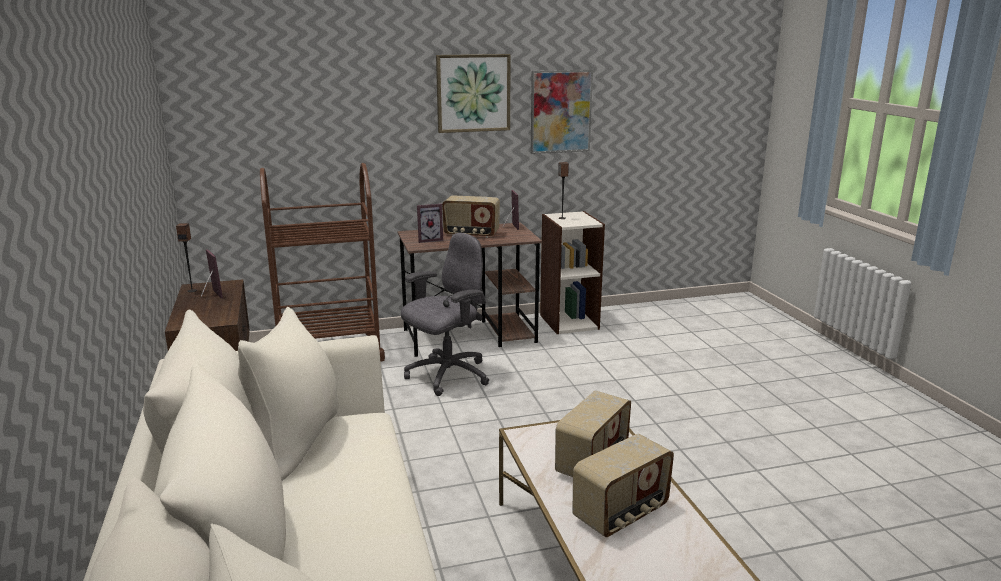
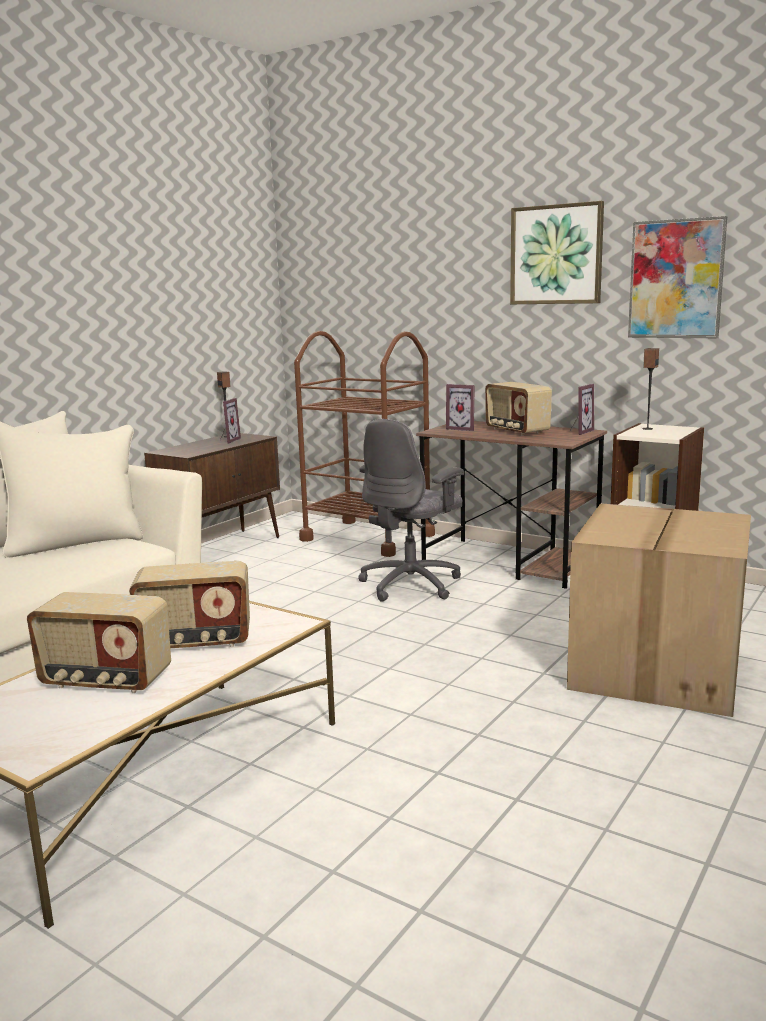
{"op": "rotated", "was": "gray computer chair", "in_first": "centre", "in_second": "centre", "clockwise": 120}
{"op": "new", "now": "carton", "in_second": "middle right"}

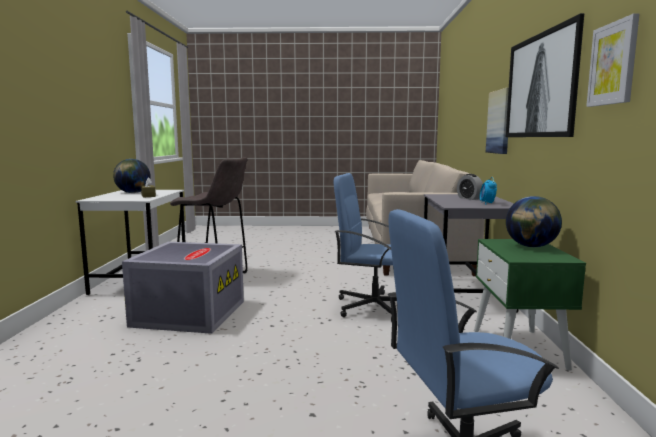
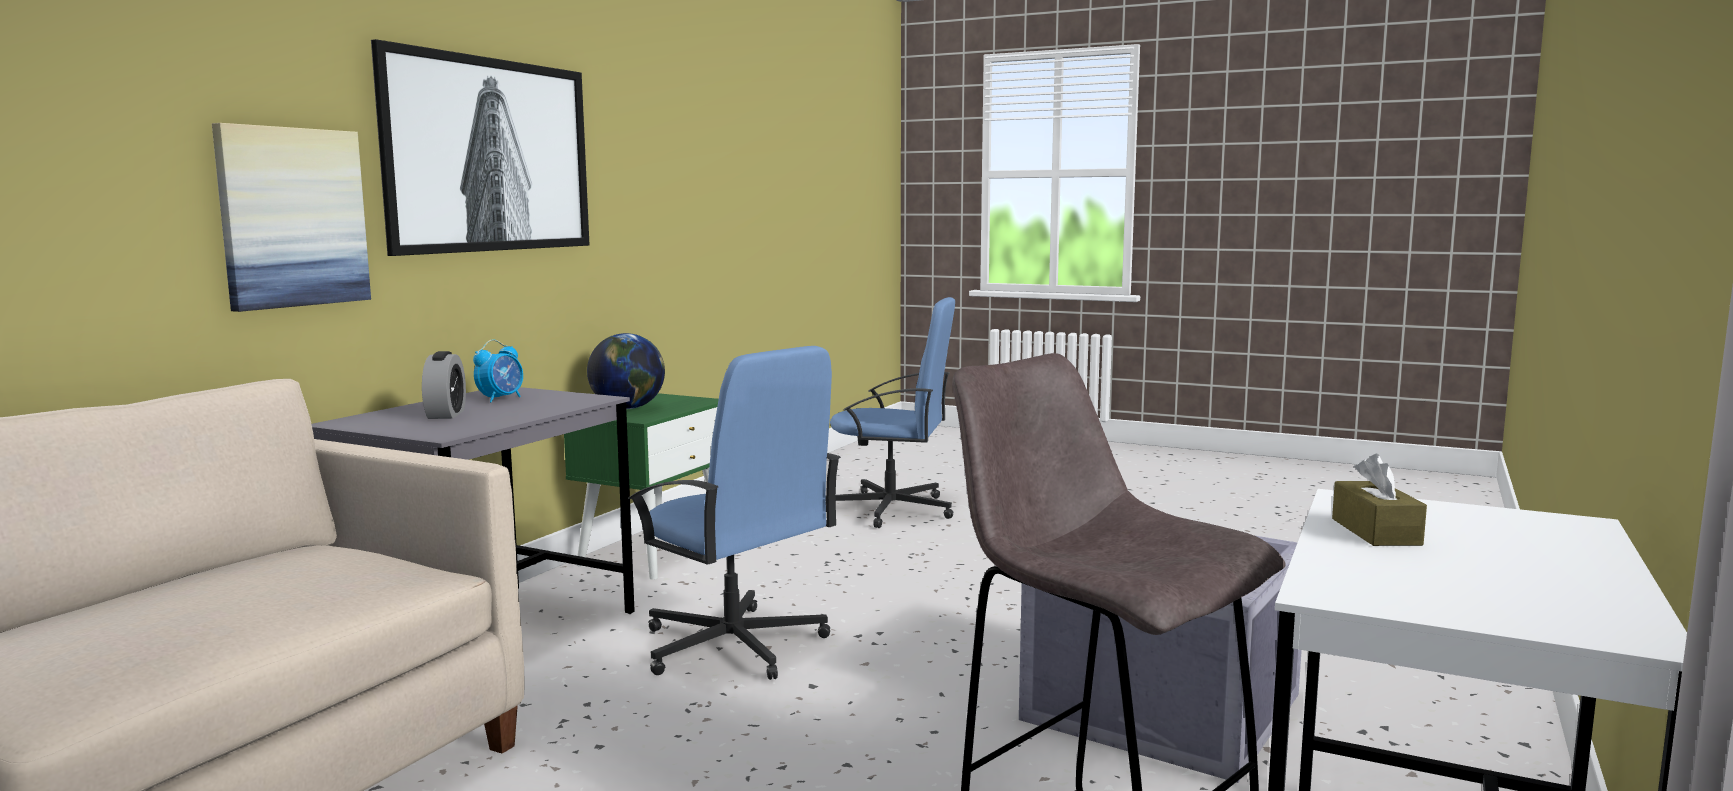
{"op": "gone", "was": "picture (no. 3 from left)", "in_first": "top right"}
{"op": "gone", "was": "globe (no. 1 from left)", "in_first": "middle left"}

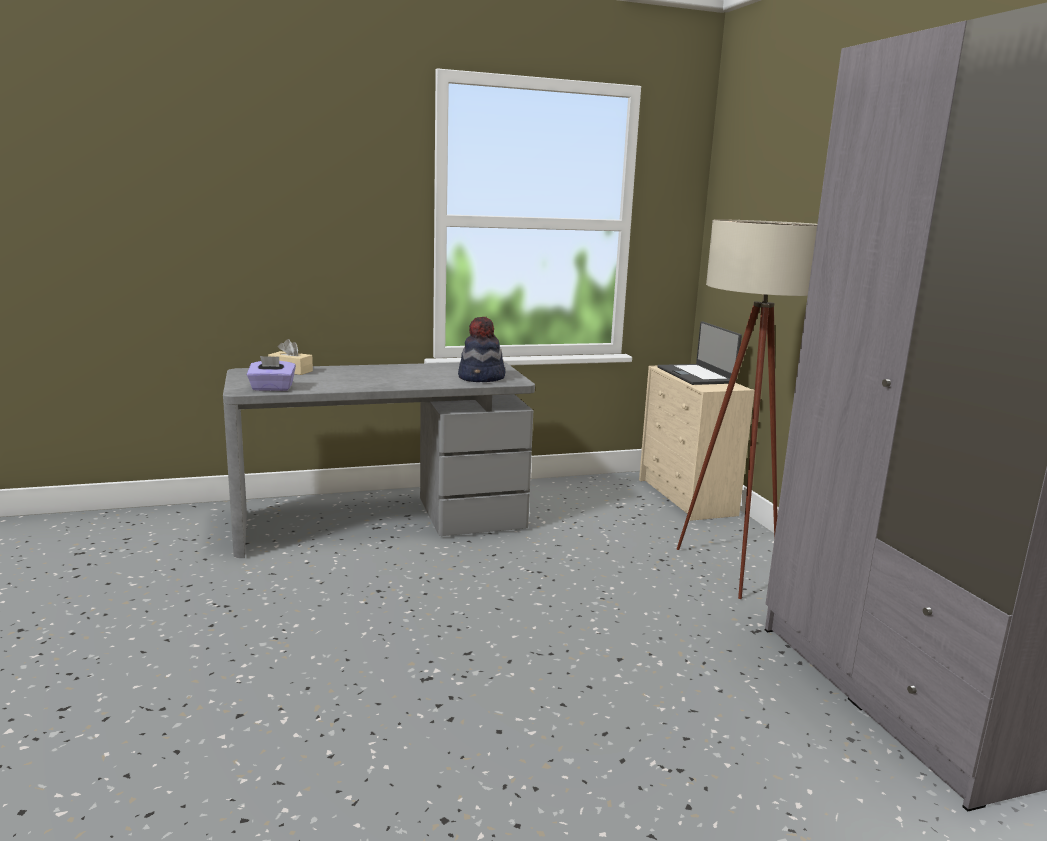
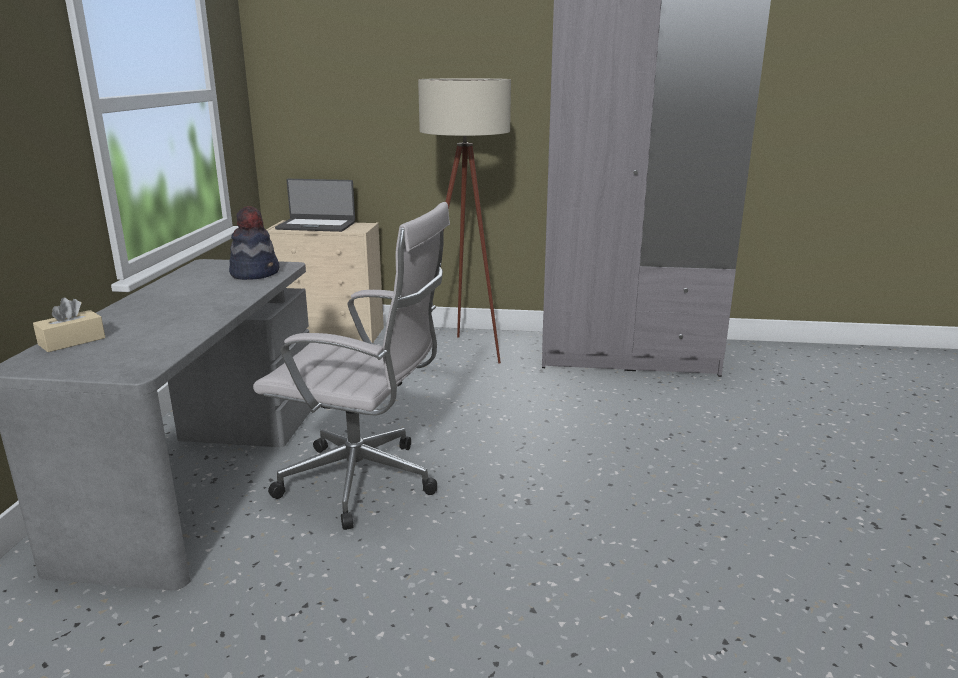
{"op": "gone", "was": "purplish tissue holder", "in_first": "middle left"}
{"op": "new", "now": "whitish computer chair", "in_second": "centre"}

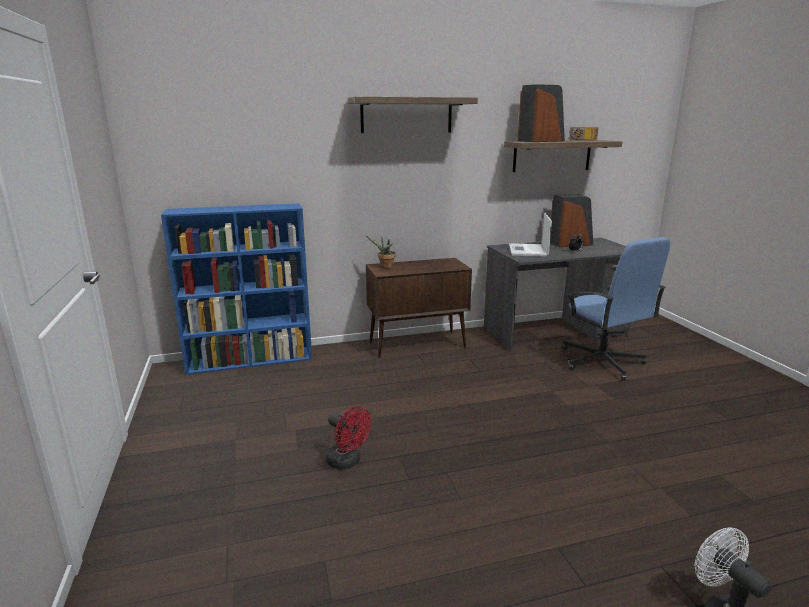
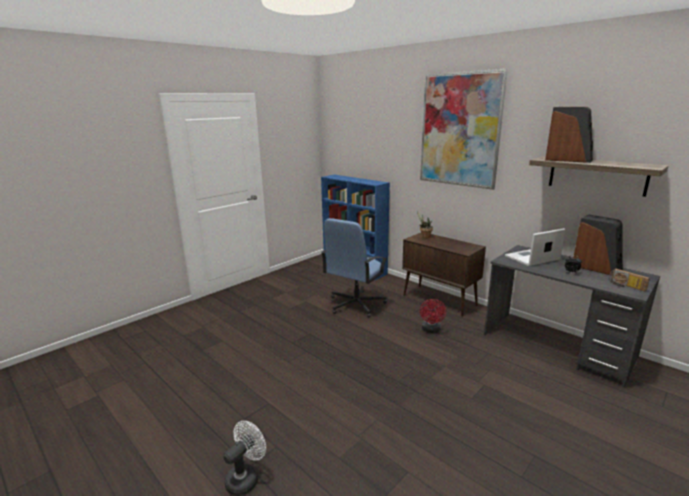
{"op": "swapped", "was": "bracket shelf (no. 1 from left)", "now": "picture", "in_first": "top centre", "in_second": "top right"}
{"op": "shifted", "was": "radio receiver", "in_first": "top right", "in_second": "middle right"}
{"op": "shifted", "was": "blue-coloured computer chair", "in_first": "middle right", "in_second": "centre"}
{"op": "shifted", "was": "red-coloured electric fan", "in_first": "bottom centre", "in_second": "centre"}

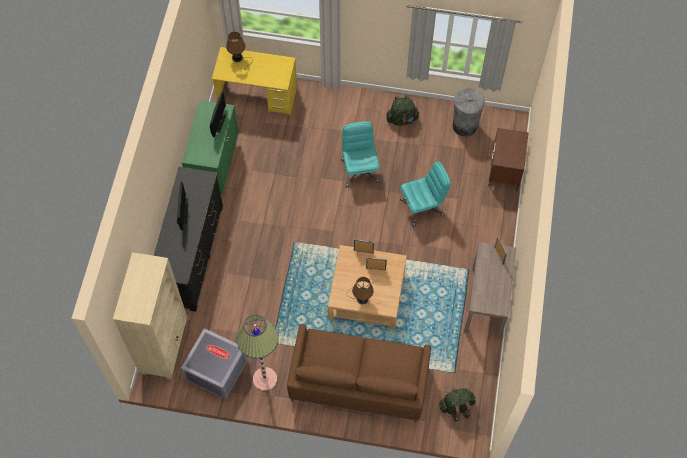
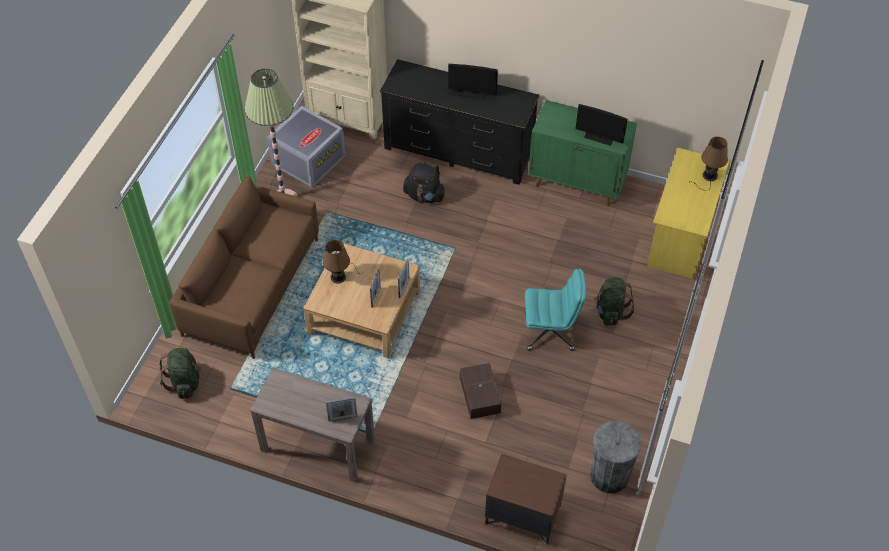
{"op": "shifted", "was": "green rucksack (no. 1 from left in the first image)", "now": "green rucksack (no. 2 from left)", "in_first": "top centre", "in_second": "middle right"}
{"op": "swapped", "was": "turquoise-coloured computer chair (no. 2 from left)", "now": "brown storage box", "in_first": "centre", "in_second": "bottom centre"}
{"op": "new", "now": "blackish rucksack", "in_second": "top centre"}

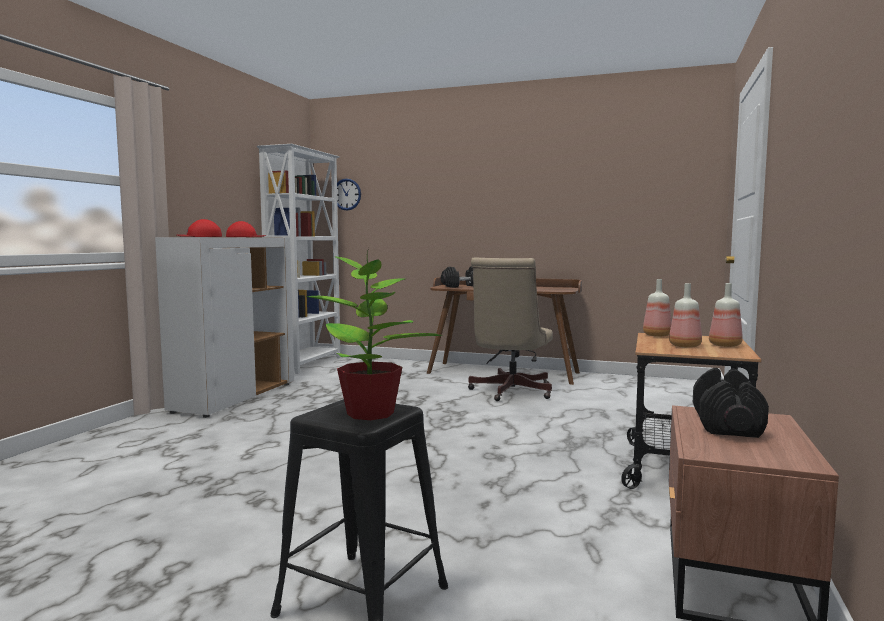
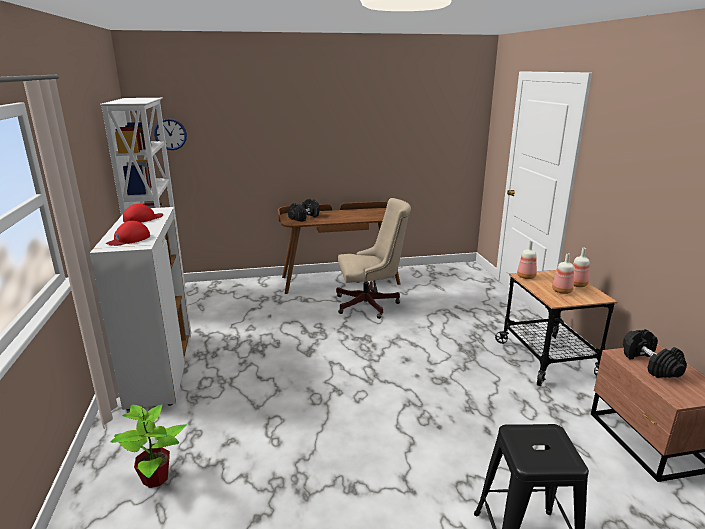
{"op": "shifted", "was": "potted plant", "in_first": "centre", "in_second": "bottom left"}
{"op": "rotated", "was": "sand-coloured computer chair", "in_first": "centre", "in_second": "centre", "clockwise": -90}

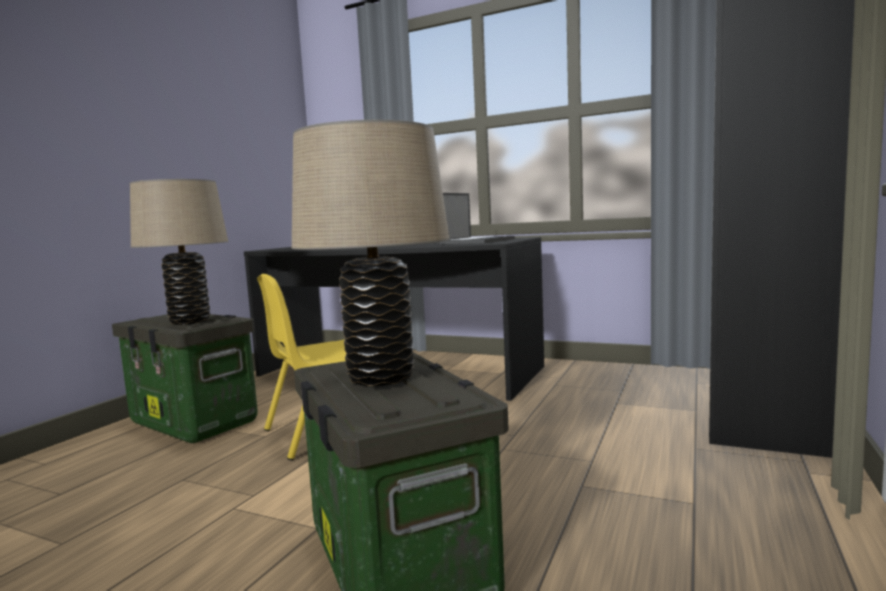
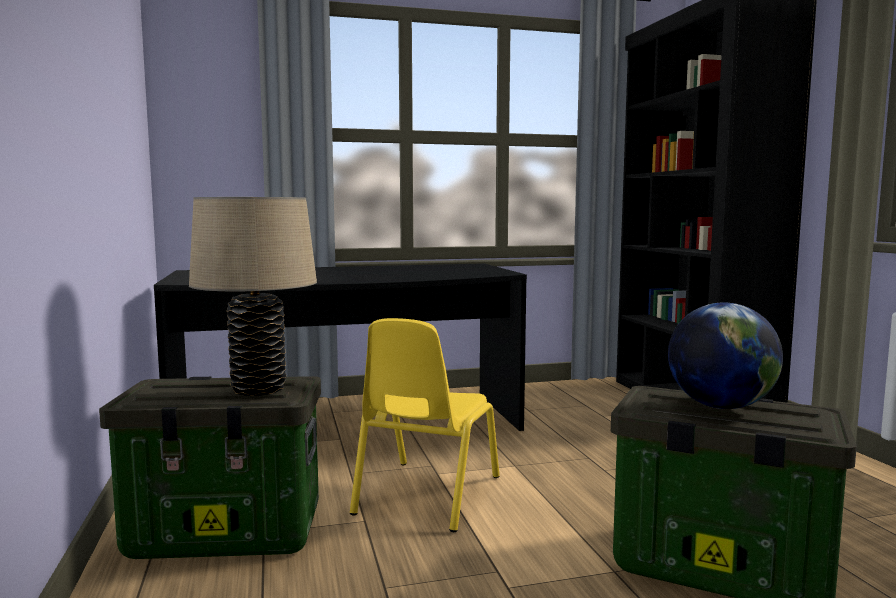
{"op": "swapped", "was": "sand-coloured lamp for a table (no. 2 from left)", "now": "globe", "in_first": "centre", "in_second": "middle right"}
{"op": "gone", "was": "portable computer", "in_first": "centre"}

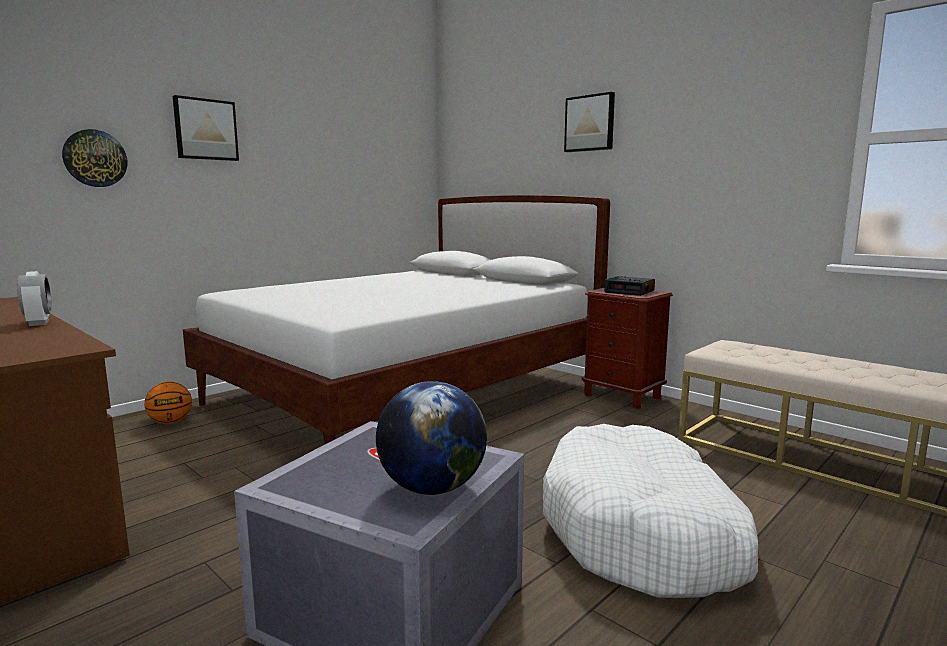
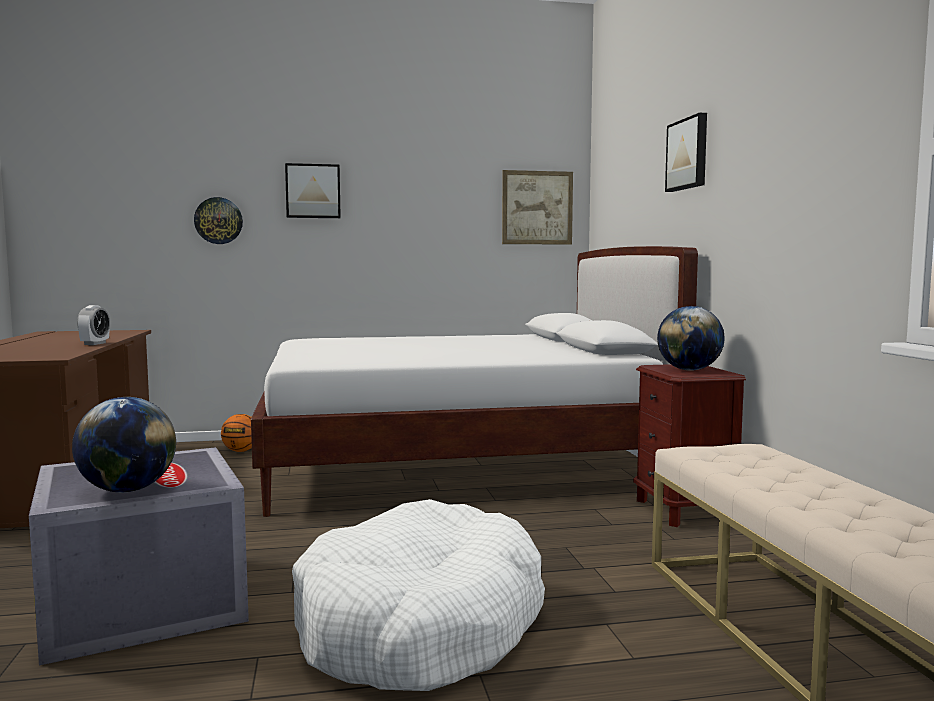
{"op": "swapped", "was": "bedside clock (no. 2 from left)", "now": "globe (no. 2 from left)", "in_first": "centre", "in_second": "middle right"}
{"op": "new", "now": "picture (no. 2 from left)", "in_second": "top centre"}

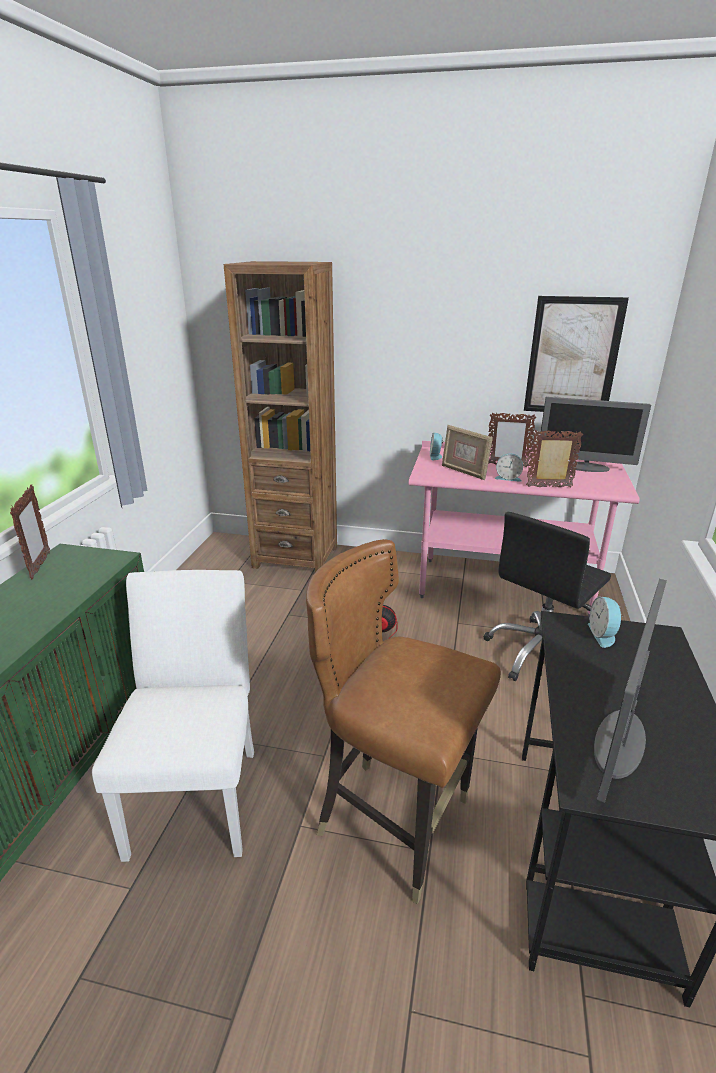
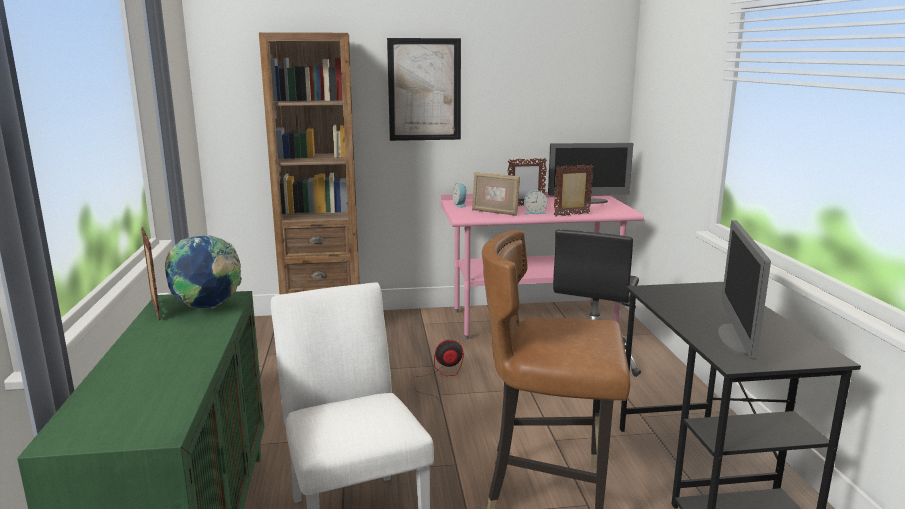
{"op": "shifted", "was": "picture", "in_first": "top right", "in_second": "top centre"}
{"op": "gone", "was": "bedside clock (no. 3 from left)", "in_first": "middle right"}
{"op": "new", "now": "globe", "in_second": "middle left"}

